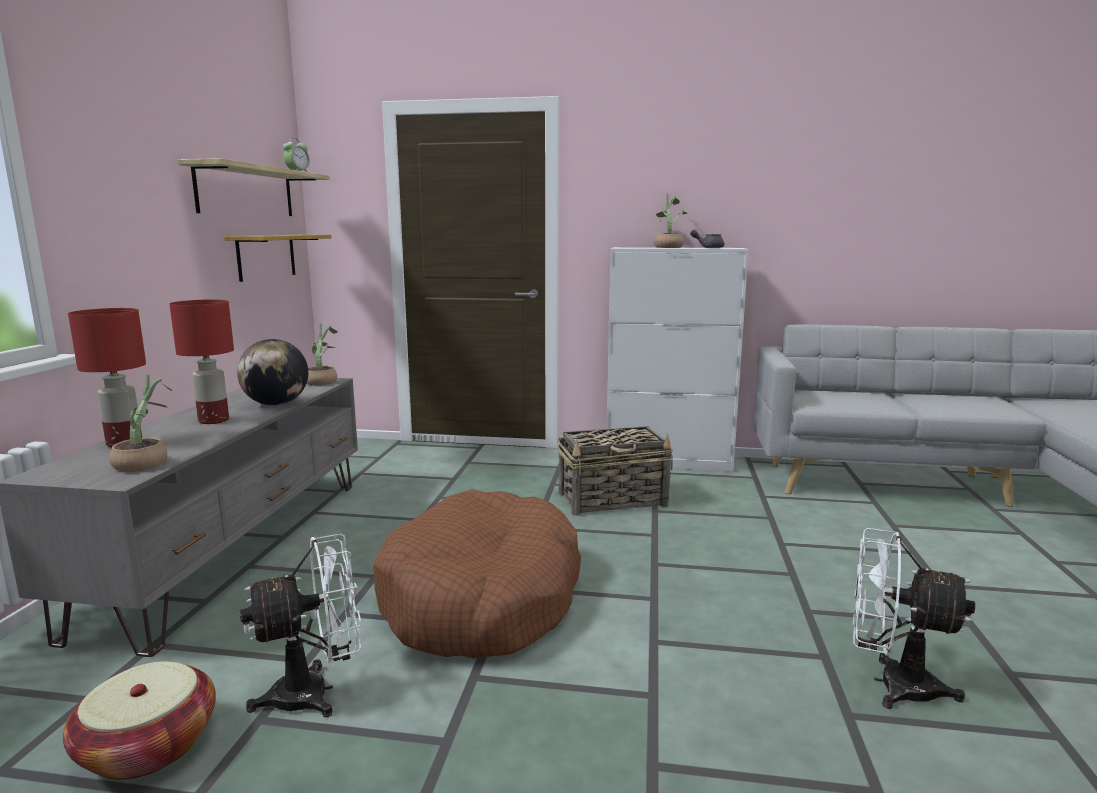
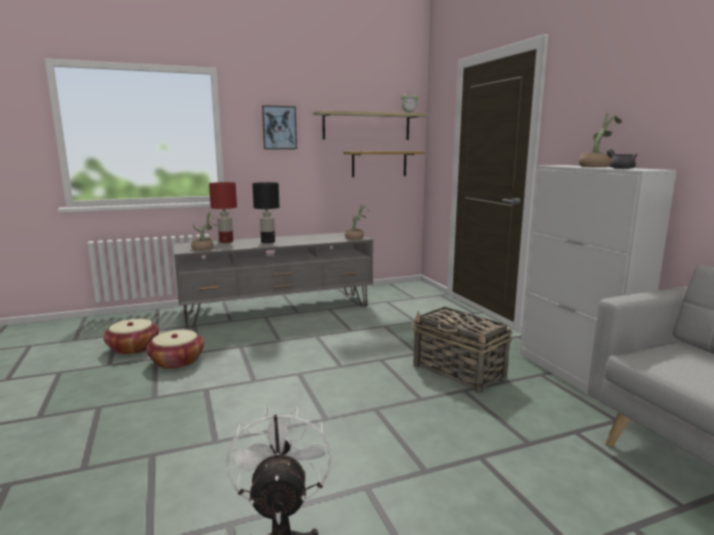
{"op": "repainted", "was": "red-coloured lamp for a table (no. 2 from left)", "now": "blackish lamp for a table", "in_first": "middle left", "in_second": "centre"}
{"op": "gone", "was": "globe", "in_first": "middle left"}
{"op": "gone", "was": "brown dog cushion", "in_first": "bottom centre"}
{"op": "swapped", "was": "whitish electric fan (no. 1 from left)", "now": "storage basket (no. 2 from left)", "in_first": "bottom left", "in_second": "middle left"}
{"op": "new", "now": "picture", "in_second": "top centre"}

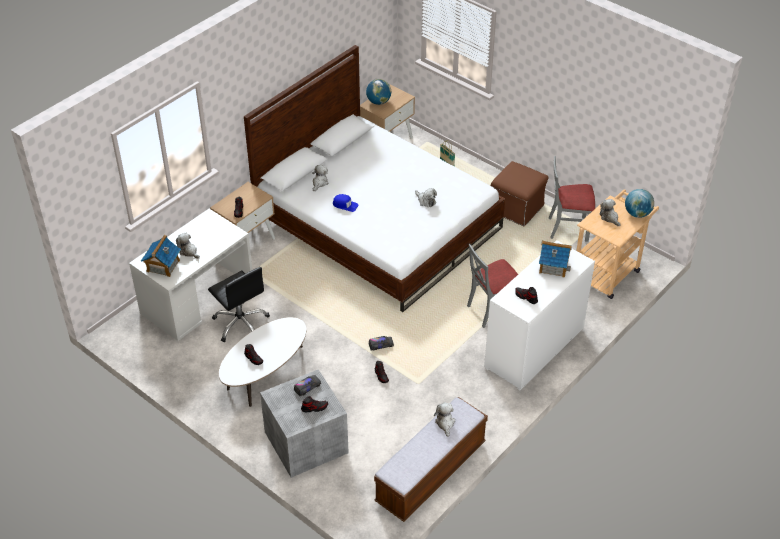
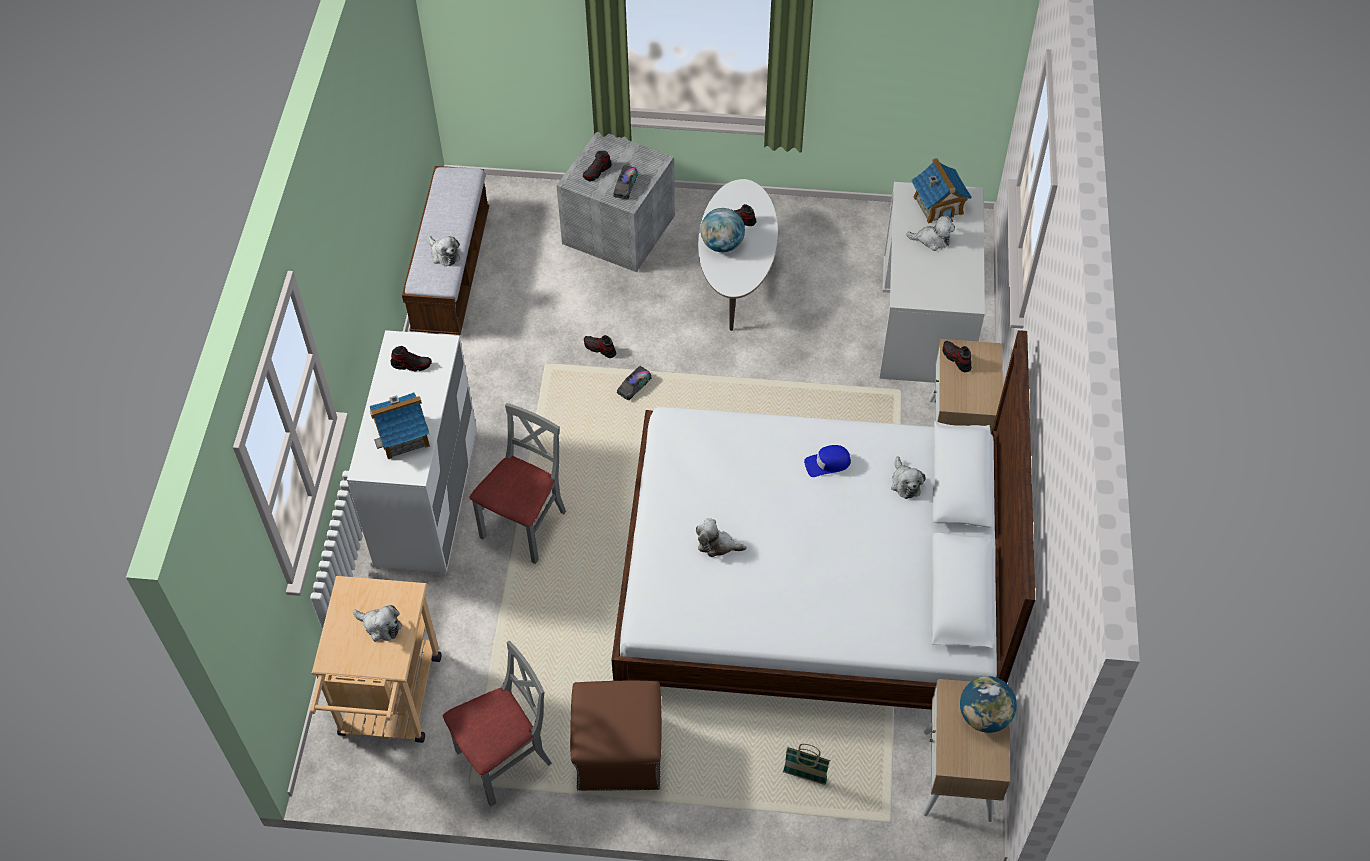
{"op": "shifted", "was": "globe (no. 2 from left in the first image)", "now": "globe (no. 1 from left)", "in_first": "middle right", "in_second": "top centre"}
{"op": "gone", "was": "blackish computer chair", "in_first": "middle left"}

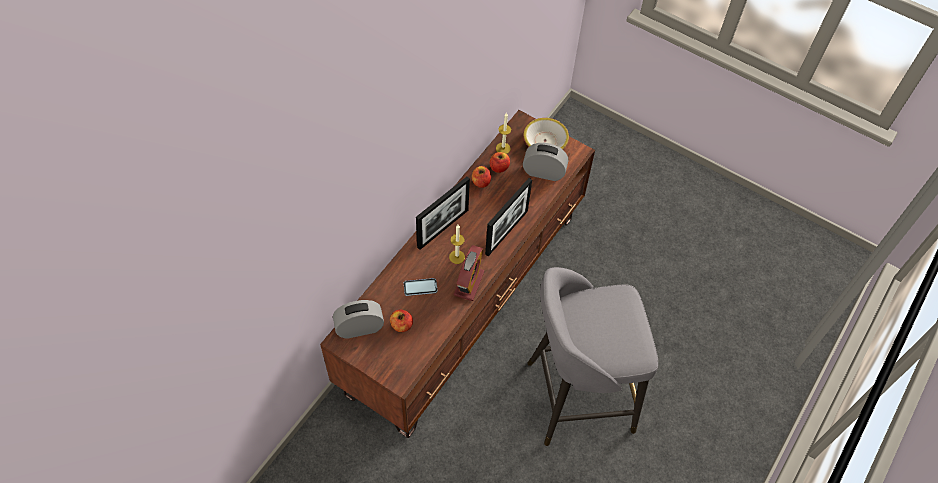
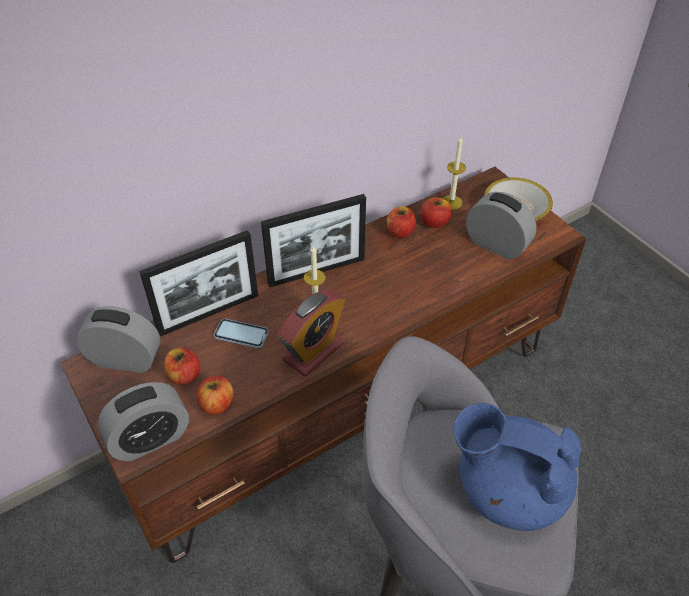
{"op": "shifted", "was": "photo frame (no. 2 from left in the first image)", "now": "photo frame (no. 1 from left)", "in_first": "centre", "in_second": "middle left"}
{"op": "new", "now": "whole apple (no. 2 from left)", "in_second": "middle left"}
{"op": "new", "now": "bedside clock (no. 2 from left)", "in_second": "bottom left"}
{"op": "new", "now": "blue-coloured pot for tea", "in_second": "bottom right"}

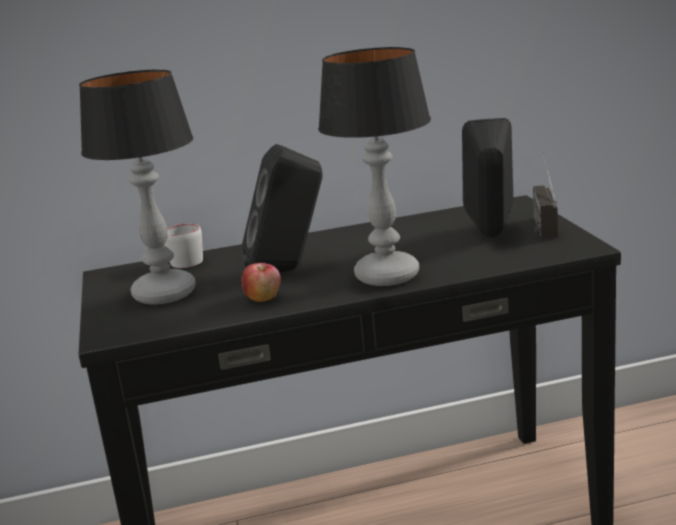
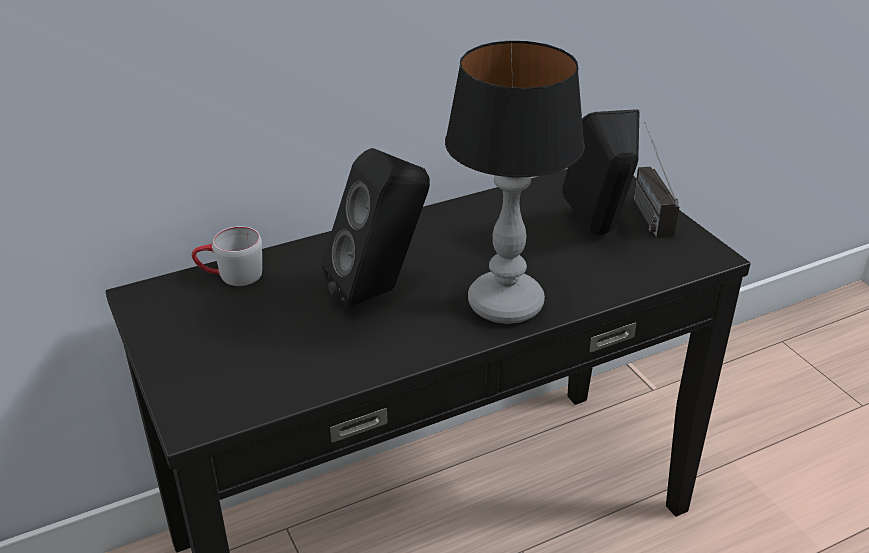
{"op": "gone", "was": "lamp for a table (no. 1 from left)", "in_first": "middle left"}
{"op": "gone", "was": "whole apple", "in_first": "centre"}

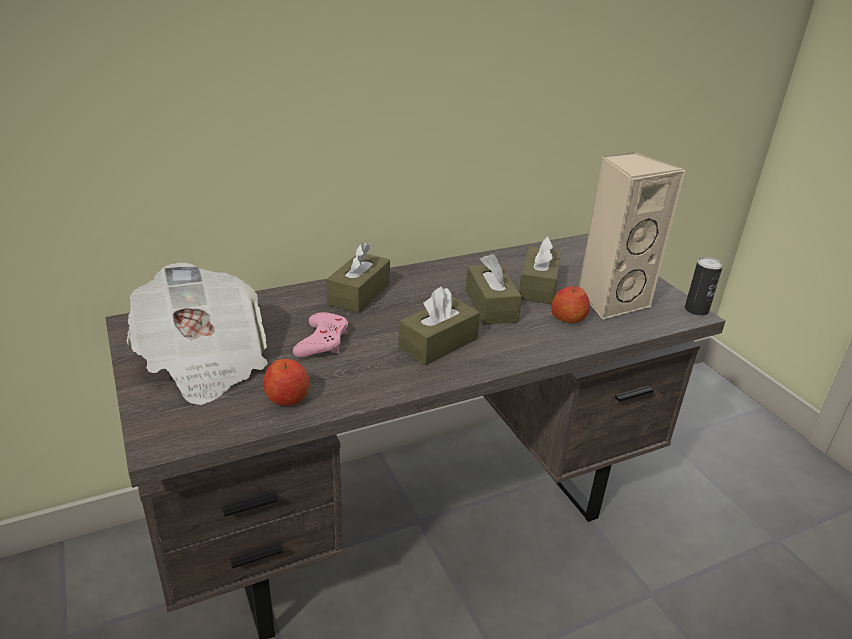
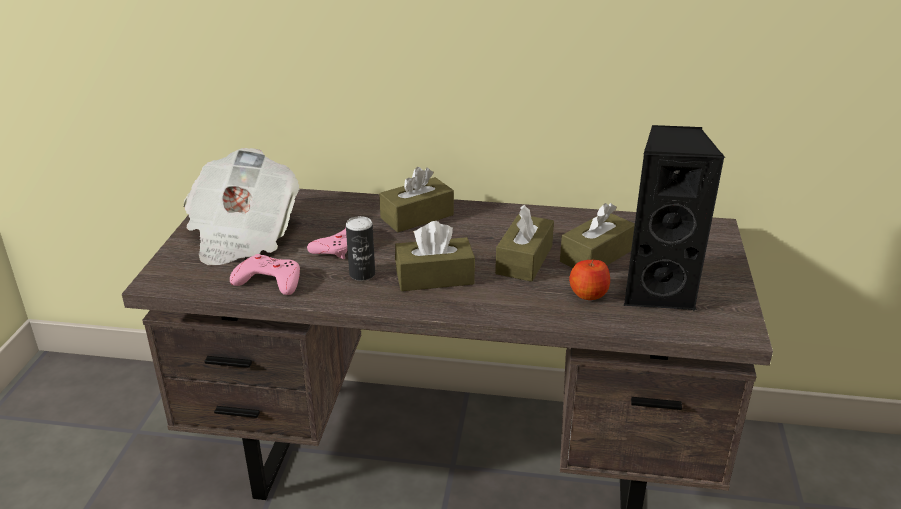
{"op": "repainted", "was": "sand-coloured speaker", "now": "blackish speaker", "in_first": "middle right", "in_second": "middle right"}
{"op": "shifted", "was": "can", "in_first": "middle right", "in_second": "centre"}
{"op": "swapped", "was": "whole apple (no. 1 from left)", "now": "pink-coloured joypad (no. 1 from left)", "in_first": "centre", "in_second": "middle left"}

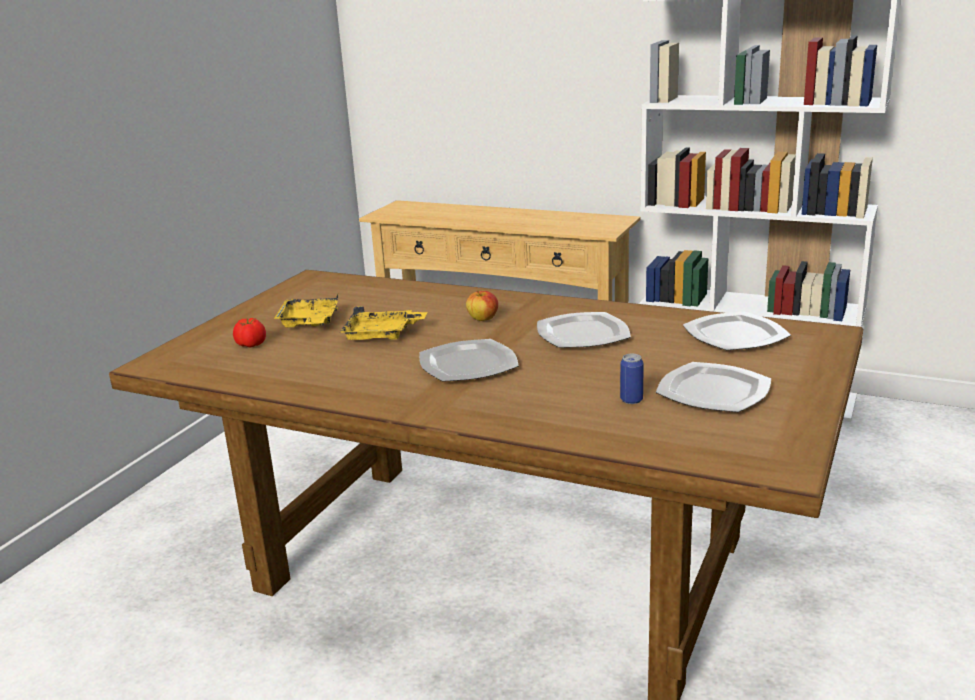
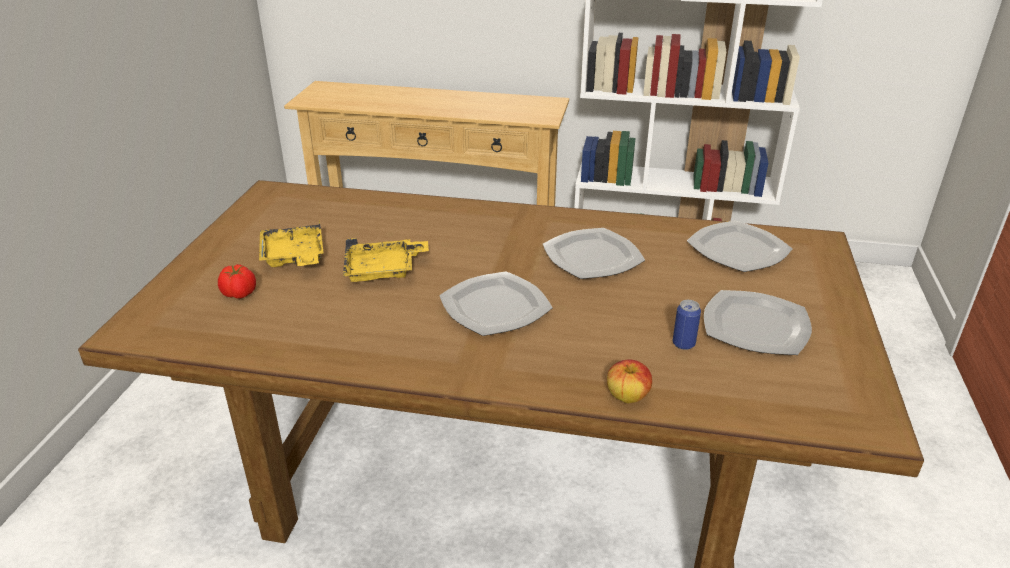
{"op": "shifted", "was": "whole apple", "in_first": "centre", "in_second": "bottom centre"}

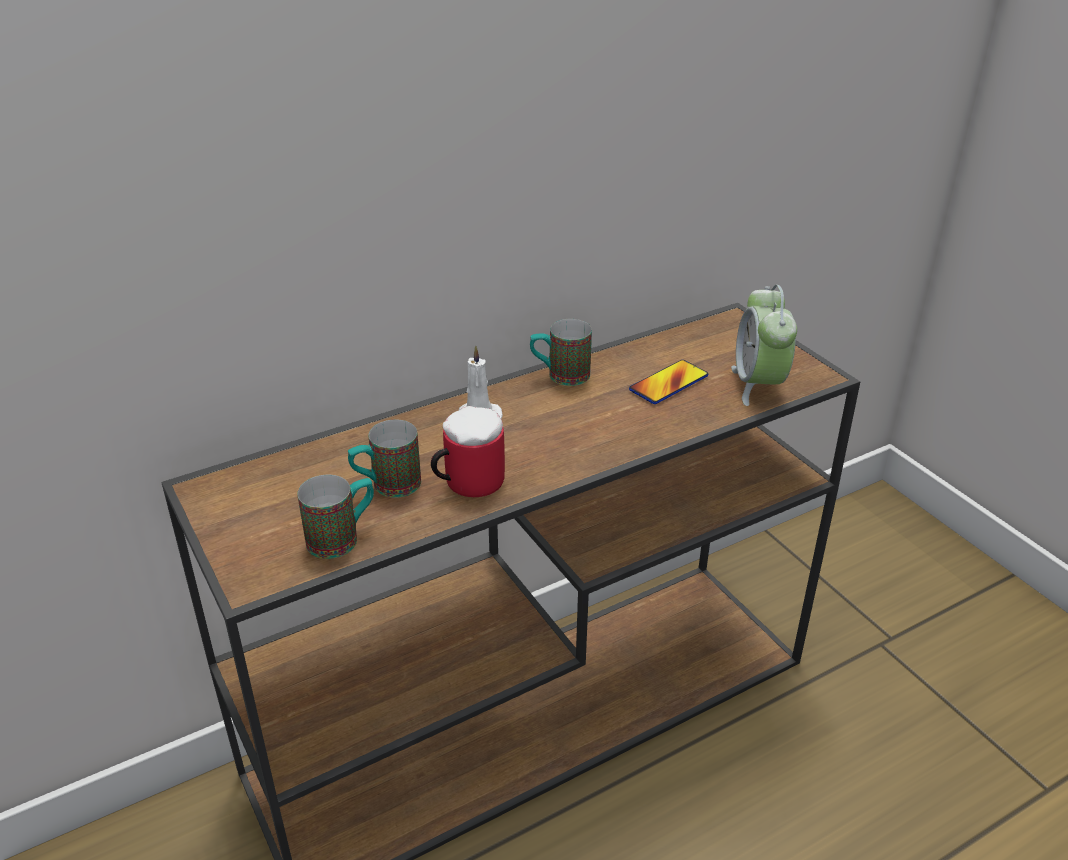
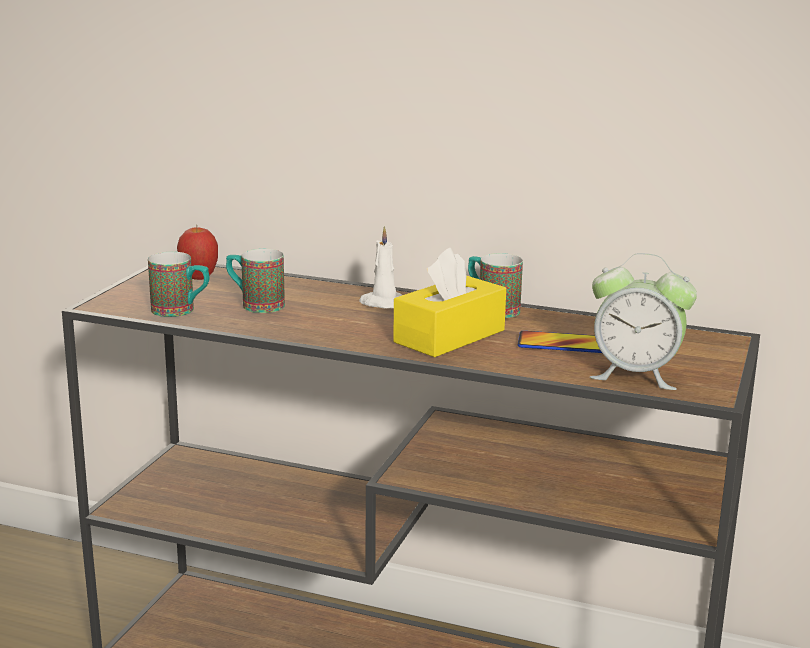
{"op": "rotated", "was": "bedside clock", "in_first": "middle right", "in_second": "middle right", "clockwise": -120}
{"op": "gone", "was": "coffee mug (no. 3 from left)", "in_first": "centre"}
{"op": "new", "now": "whole apple", "in_second": "middle left"}
{"op": "new", "now": "yellow tissue holder", "in_second": "centre"}

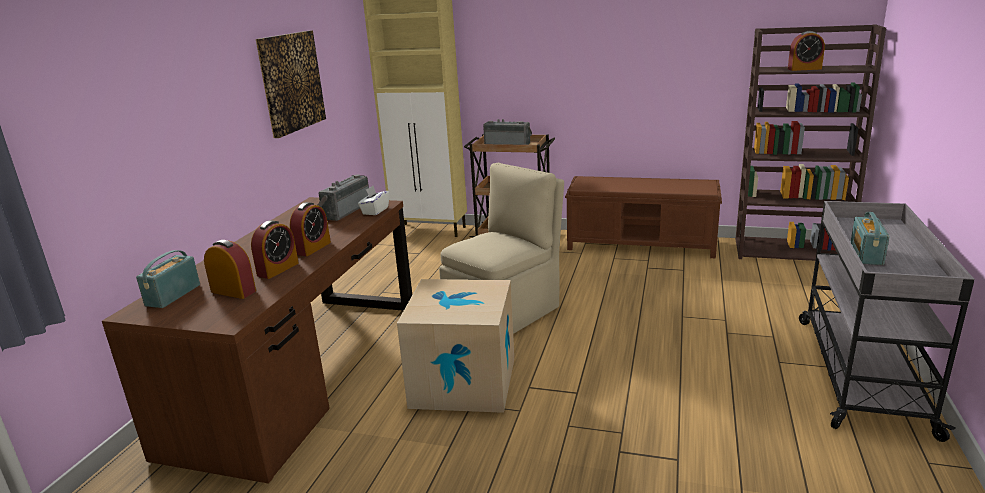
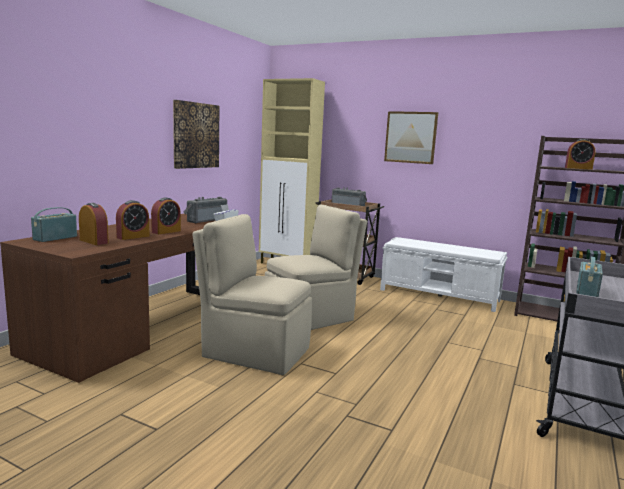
{"op": "repainted", "was": "brown bench", "now": "whitish bench", "in_first": "centre", "in_second": "middle right"}
{"op": "swapped", "was": "carton", "now": "sand-coloured upright chair (no. 1 from left)", "in_first": "bottom centre", "in_second": "centre"}
{"op": "new", "now": "picture (no. 2 from left)", "in_second": "top centre"}

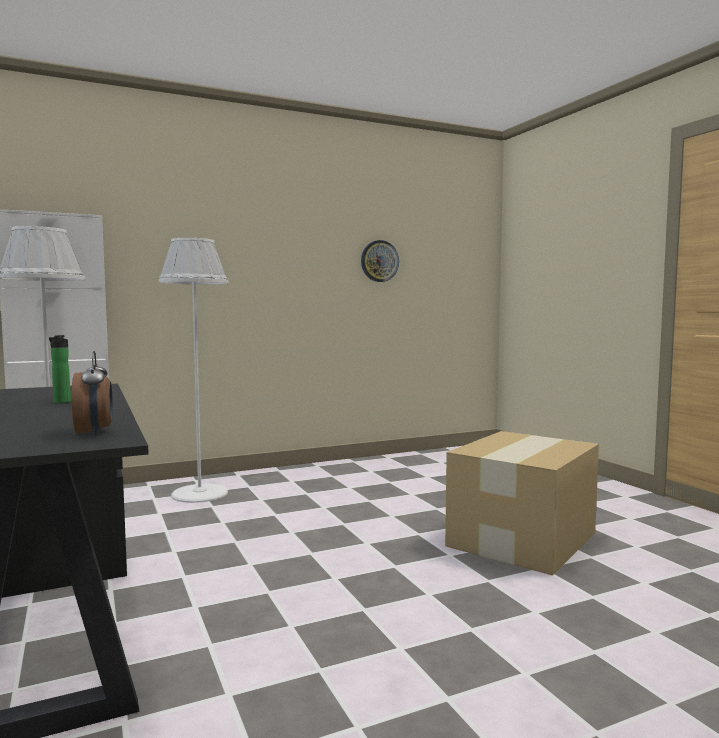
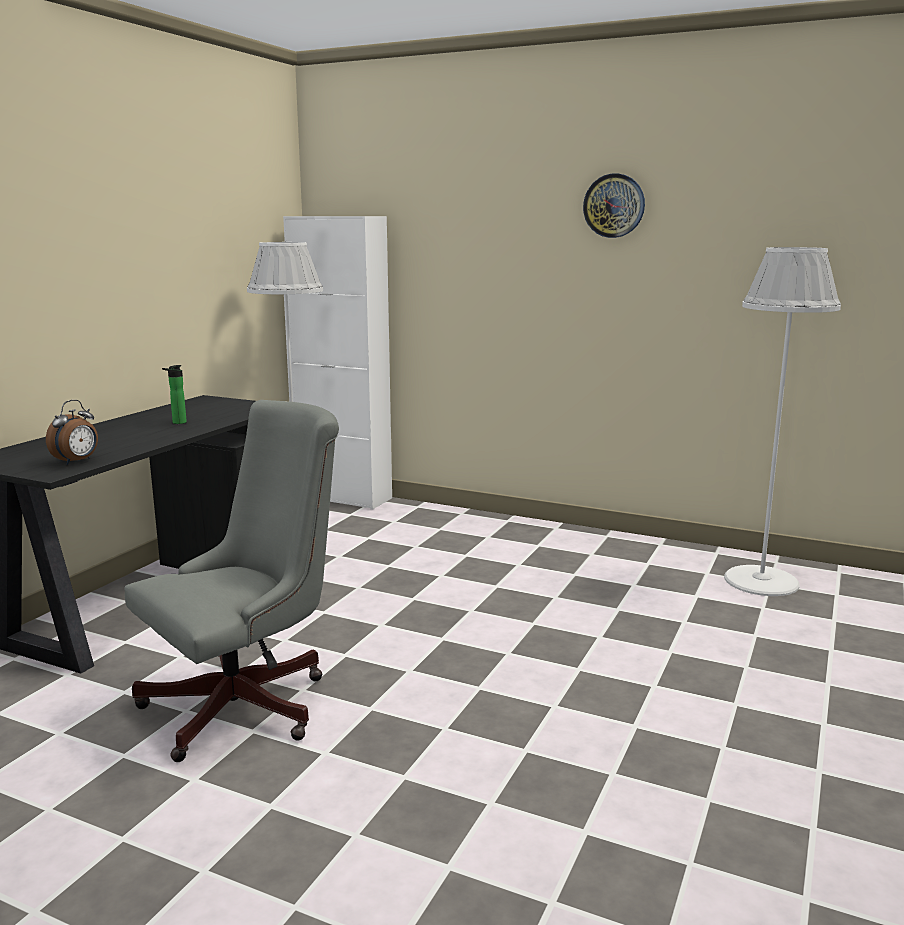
{"op": "shifted", "was": "whitish floor lamp (no. 2 from left)", "in_first": "middle left", "in_second": "middle right"}
{"op": "shifted", "was": "clock on the wall", "in_first": "centre", "in_second": "top right"}
{"op": "gone", "was": "carton", "in_first": "bottom right"}
{"op": "new", "now": "gray computer chair", "in_second": "middle left"}

